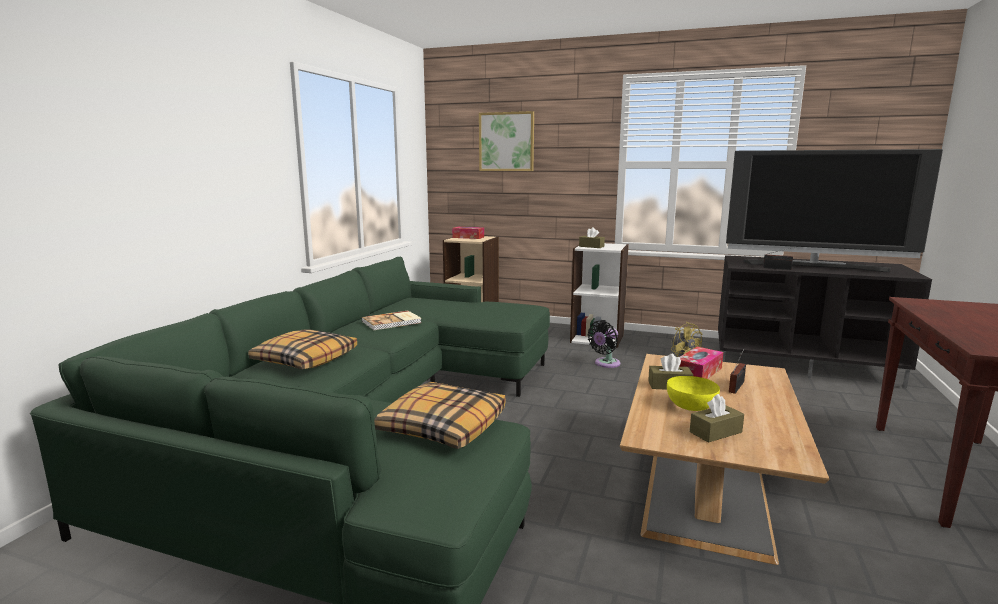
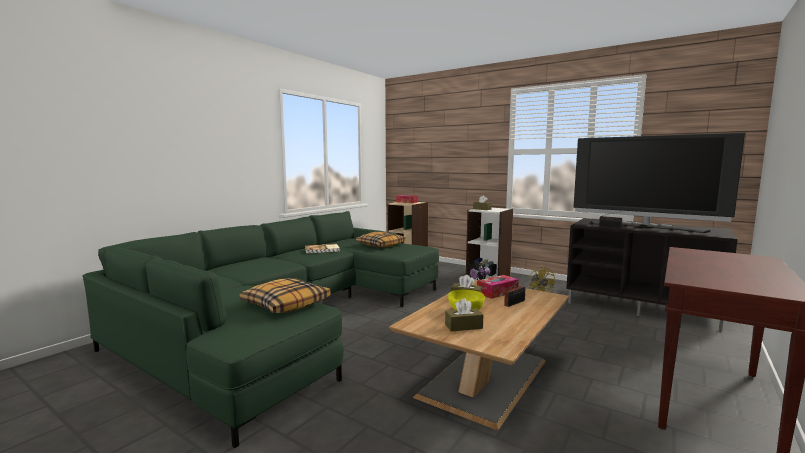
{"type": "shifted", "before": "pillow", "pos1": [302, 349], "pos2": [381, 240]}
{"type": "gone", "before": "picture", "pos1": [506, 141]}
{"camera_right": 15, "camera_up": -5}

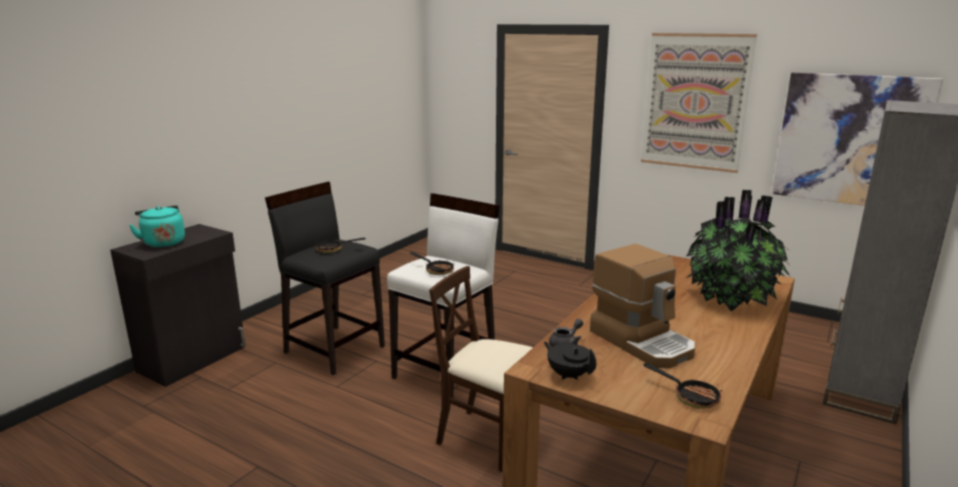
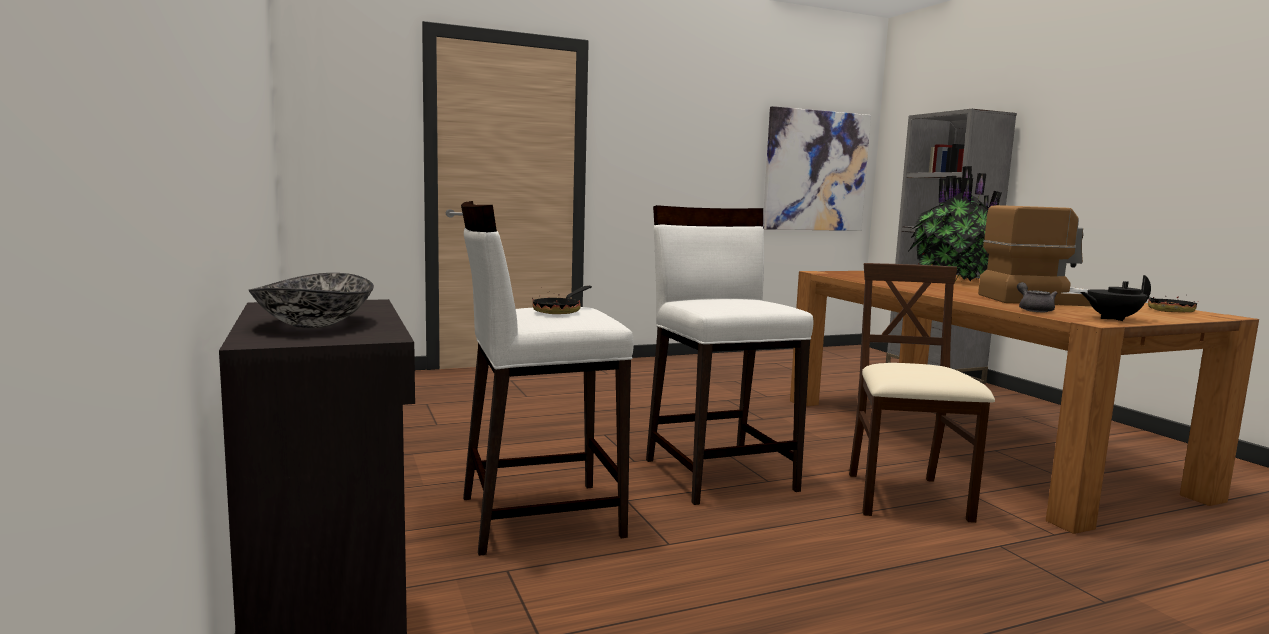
{"type": "swapped", "before": "turquoise water kettle", "after": "serving bowl", "pos1": [157, 226], "pos2": [311, 300]}
{"type": "repainted", "before": "black stool seat", "after": "white-coloured stool seat", "pos1": [325, 278], "pos2": [547, 378]}
{"type": "rotated", "before": "beige-coloured upright chair", "pos1": [481, 369], "pos2": [922, 393], "turn": 120}
{"type": "gone", "before": "pan", "pos1": [432, 263]}
{"type": "gone", "before": "picture", "pos1": [699, 103]}
{"camera_right": -55, "camera_up": -10}

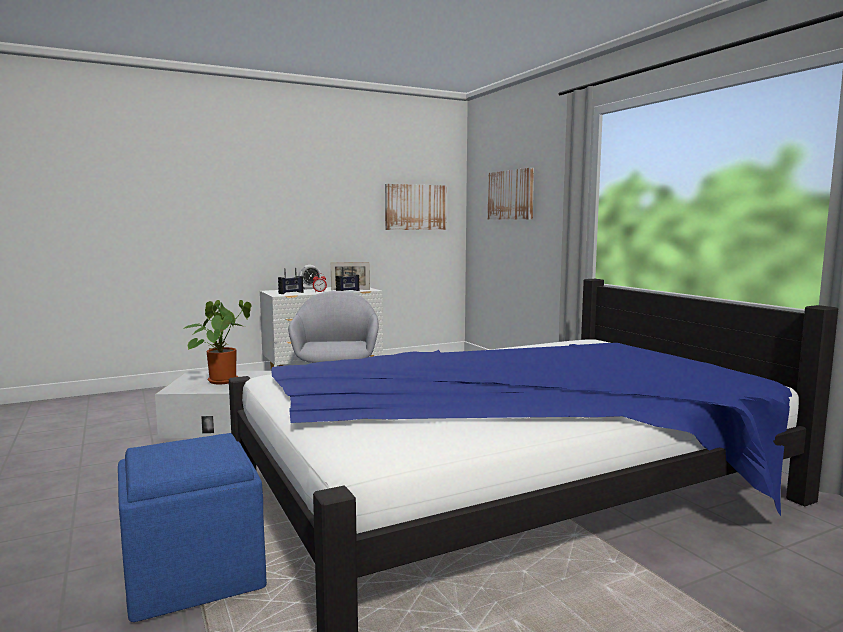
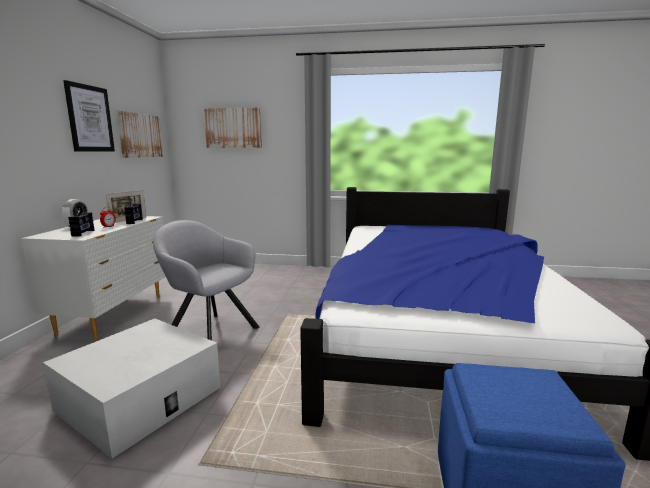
{"type": "new", "after": "picture", "pos2": [89, 116]}
{"type": "gone", "before": "houseplant", "pos1": [217, 342]}
{"camera_right": -55, "camera_up": 5}

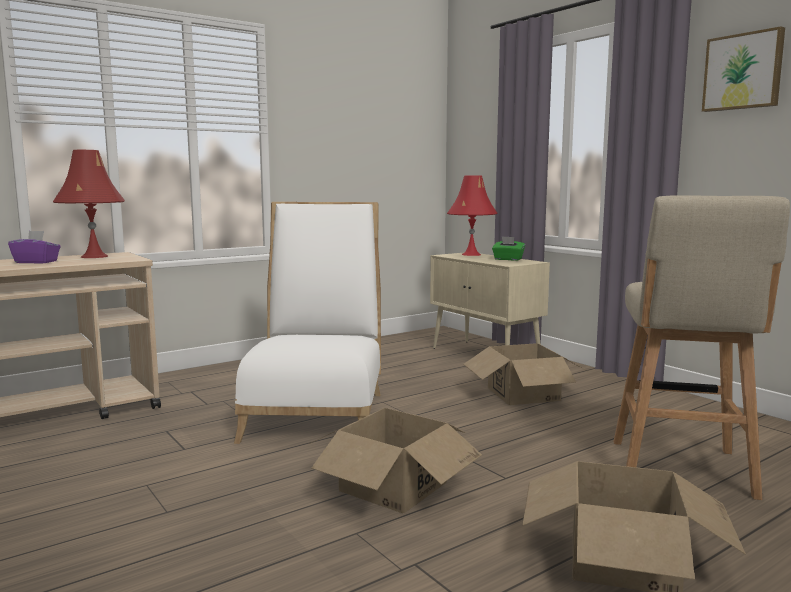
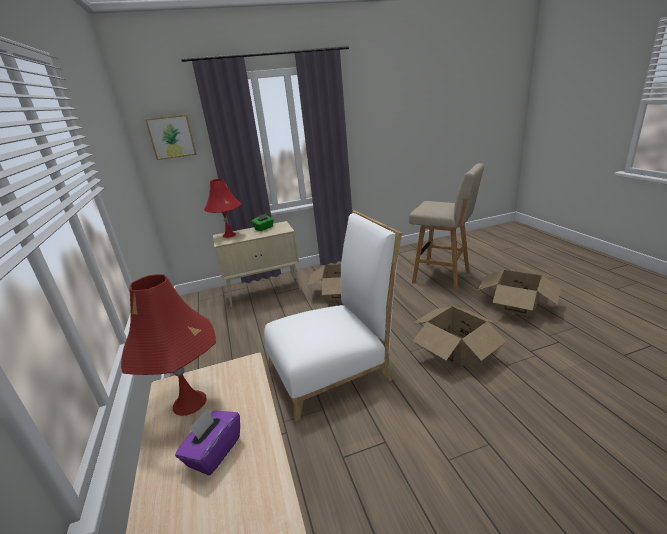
{"type": "shifted", "before": "picture", "pos1": [743, 69], "pos2": [171, 137]}
{"type": "rotated", "before": "white-coloured upright chair", "pos1": [307, 323], "pos2": [333, 316], "turn": 135}
{"camera_right": -70, "camera_up": 15}

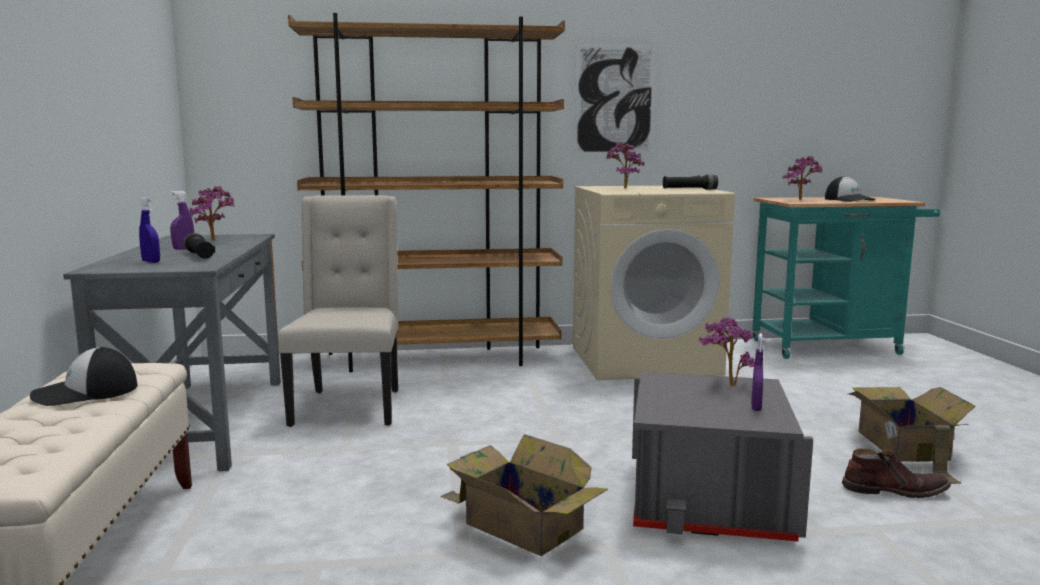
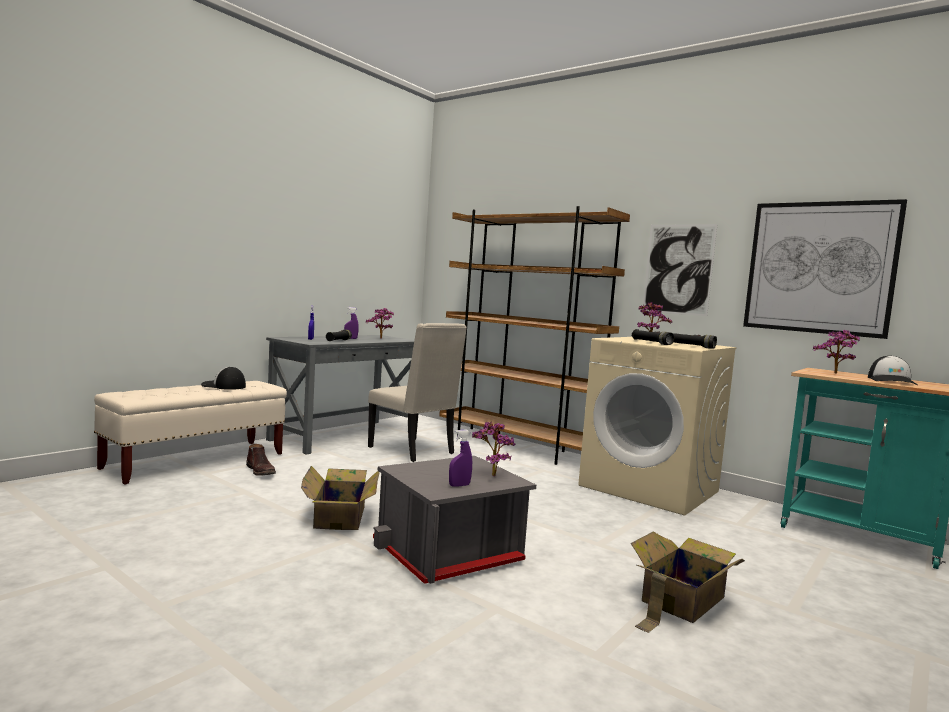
{"type": "shifted", "before": "brown boot", "pos1": [896, 473], "pos2": [261, 460]}
{"type": "rotated", "before": "beige-coloured upright chair", "pos1": [338, 311], "pos2": [417, 392], "turn": 90}
{"type": "new", "after": "black torch", "pos2": [653, 337]}
{"type": "new", "after": "picture", "pos2": [825, 269]}
{"camera_right": 45, "camera_up": -5}

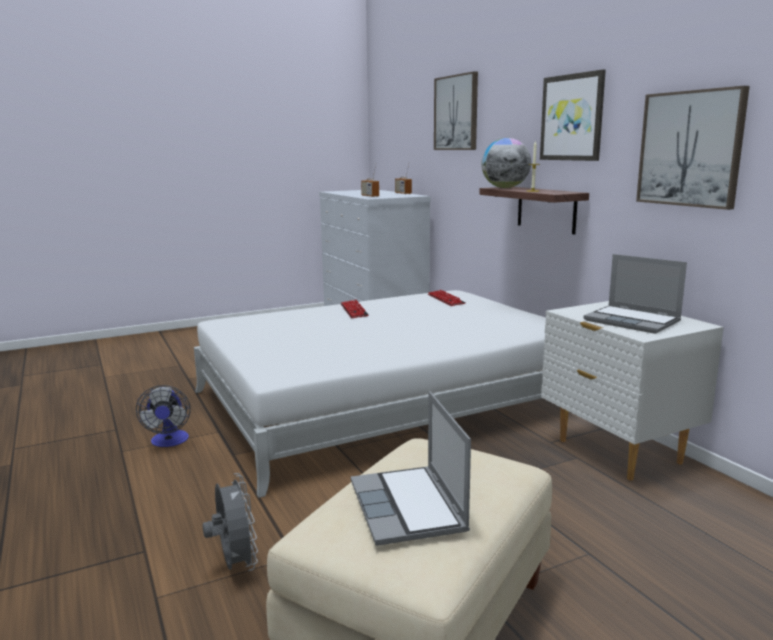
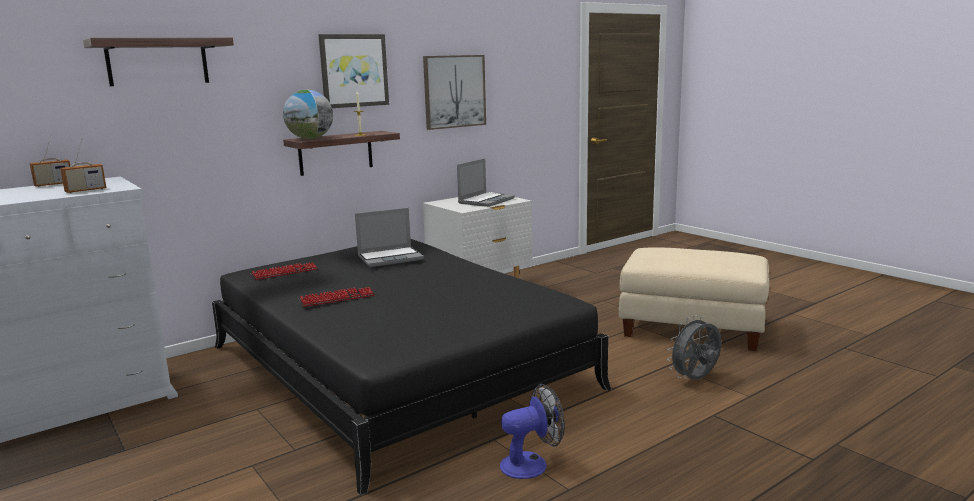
{"type": "swapped", "before": "picture", "after": "bracket shelf", "pos1": [456, 110], "pos2": [158, 62]}
{"type": "repainted", "before": "white-coloured sleeping bed", "after": "black sleeping bed", "pos1": [370, 394], "pos2": [411, 367]}
{"type": "shifted", "before": "portable computer", "pos1": [411, 468], "pos2": [389, 237]}
{"camera_right": -100, "camera_up": 0}

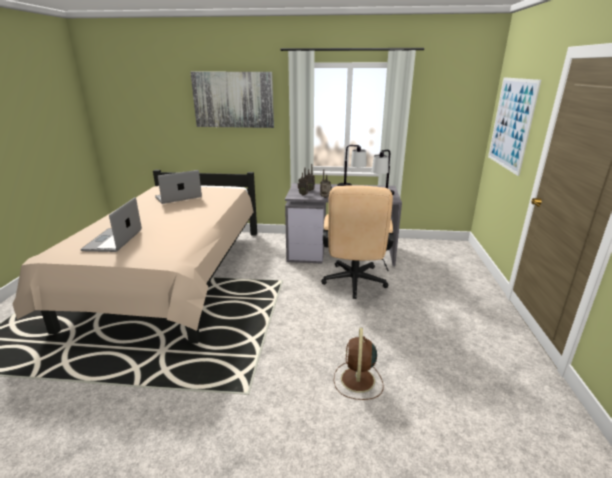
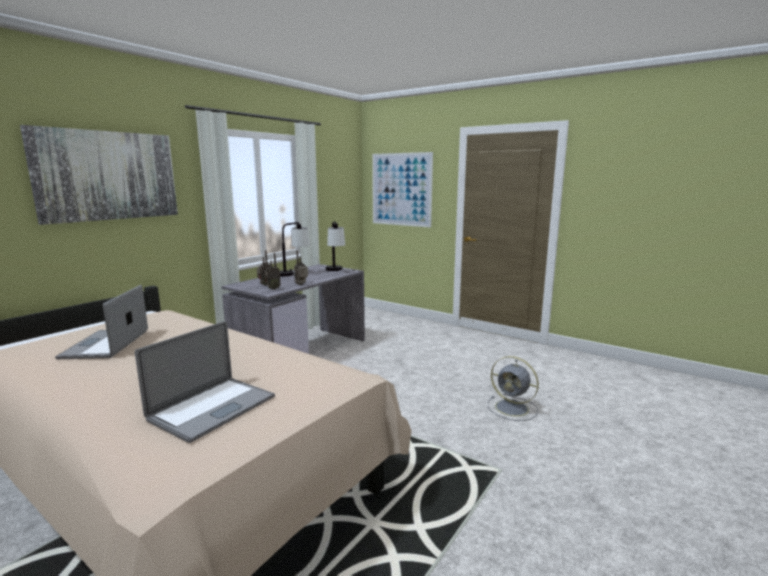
{"type": "rotated", "before": "portable computer", "pos1": [111, 224], "pos2": [205, 382], "turn": -90}
{"type": "repainted", "before": "brown electric fan", "after": "greyish electric fan", "pos1": [359, 364], "pos2": [513, 388]}
{"type": "gone", "before": "beige-coloured office chair", "pos1": [357, 242]}
{"camera_right": -60, "camera_up": -10}

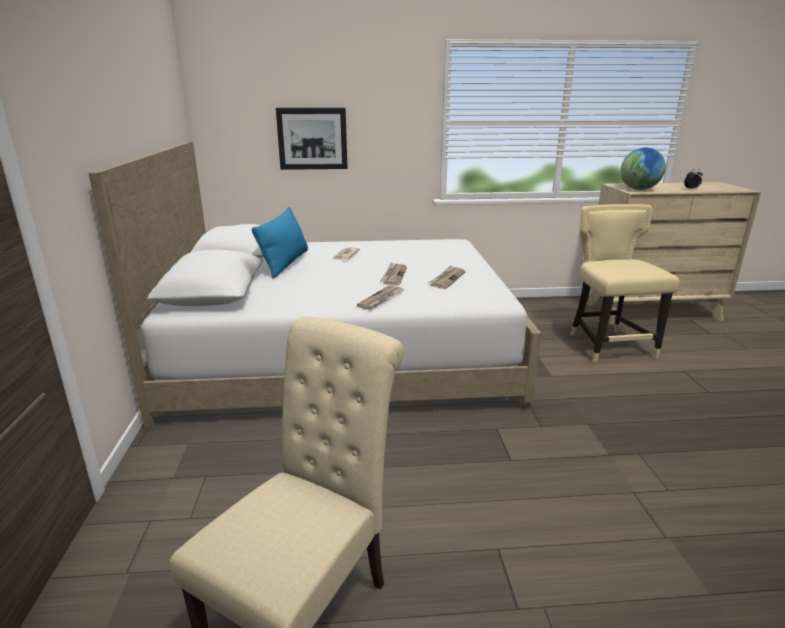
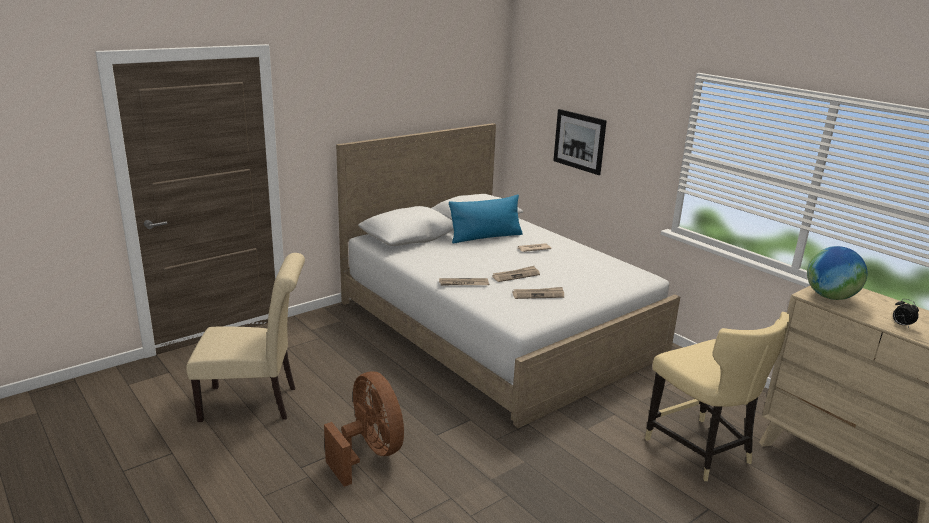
{"type": "new", "after": "brown electric fan", "pos2": [364, 429]}
{"type": "rotated", "before": "beige-coloured upright chair", "pos1": [624, 283], "pos2": [717, 396], "turn": 105}
{"camera_right": 55, "camera_up": 0}

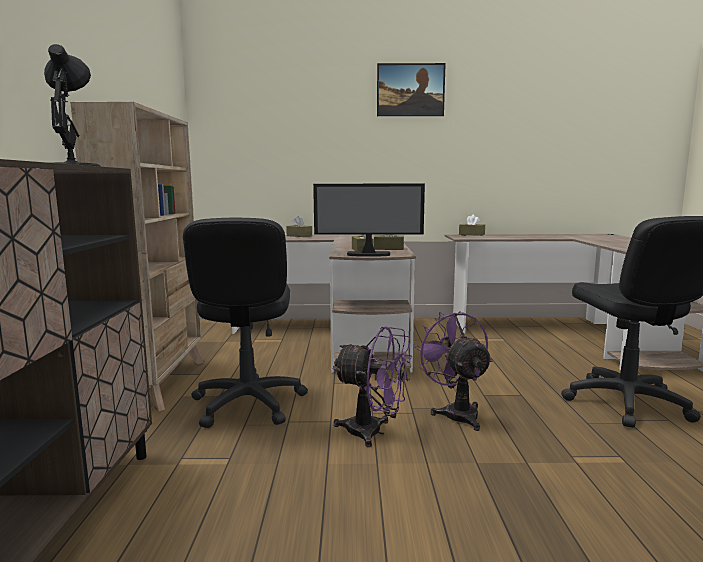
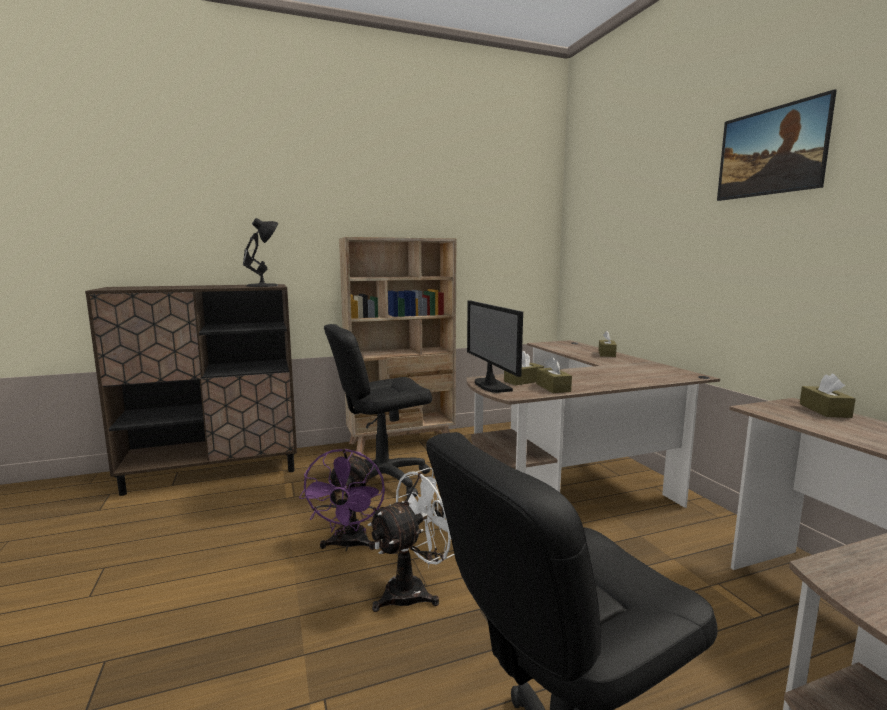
{"type": "repainted", "before": "purple electric fan", "after": "white-coloured electric fan", "pos1": [453, 371], "pos2": [411, 539]}
{"camera_right": 70, "camera_up": 0}

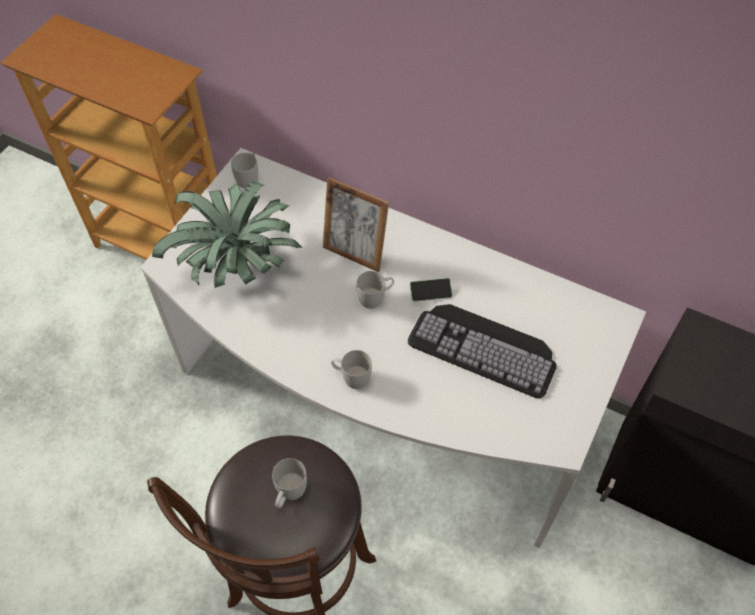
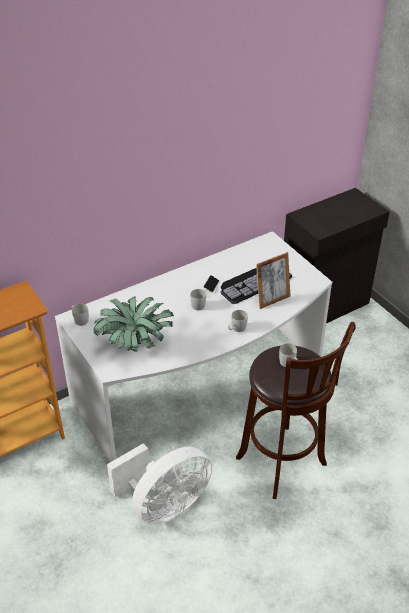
{"type": "new", "after": "white-coloured electric fan", "pos2": [159, 483]}
{"type": "shifted", "before": "picture frame", "pos1": [356, 224], "pos2": [273, 280]}
{"camera_right": -60, "camera_up": -15}

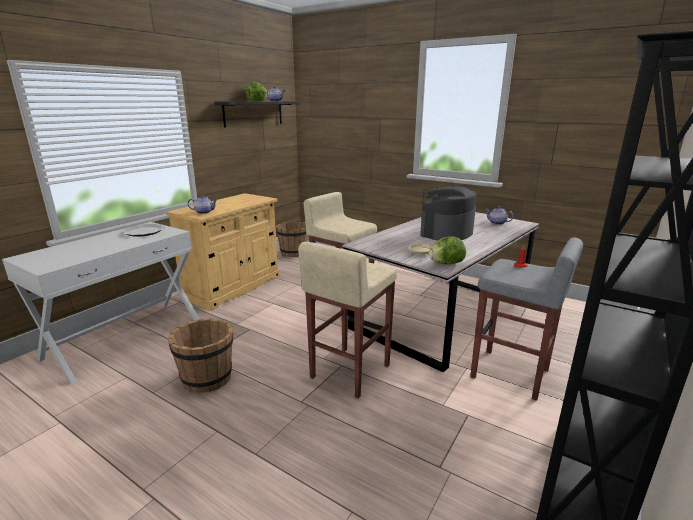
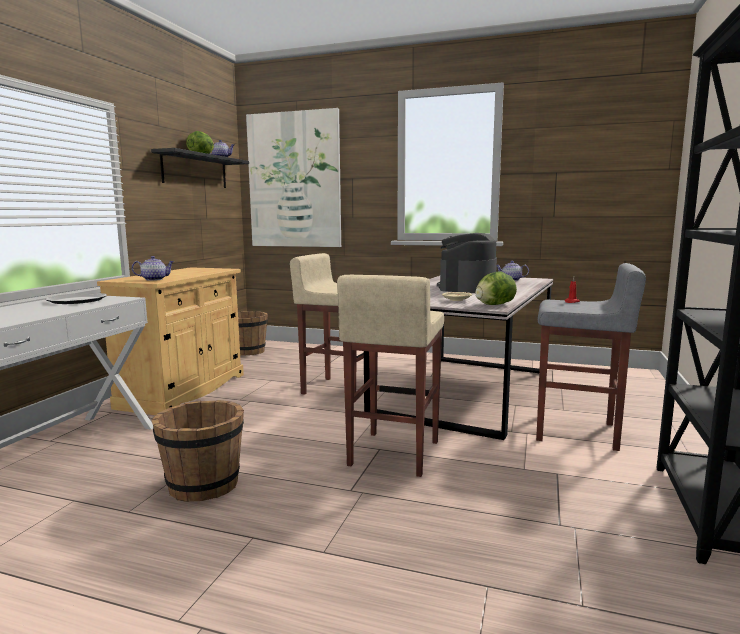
{"type": "new", "after": "picture", "pos2": [293, 177]}
{"camera_right": -15, "camera_up": -10}

